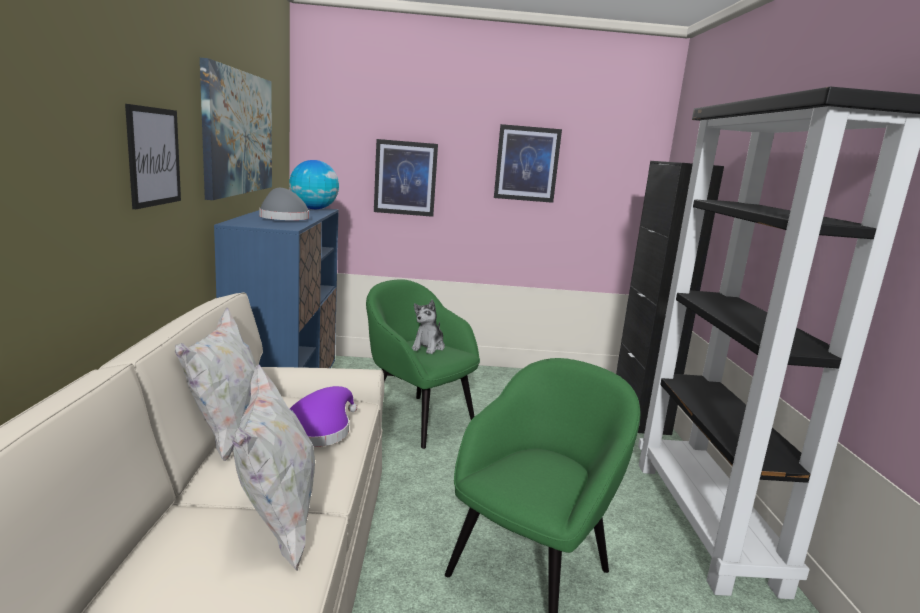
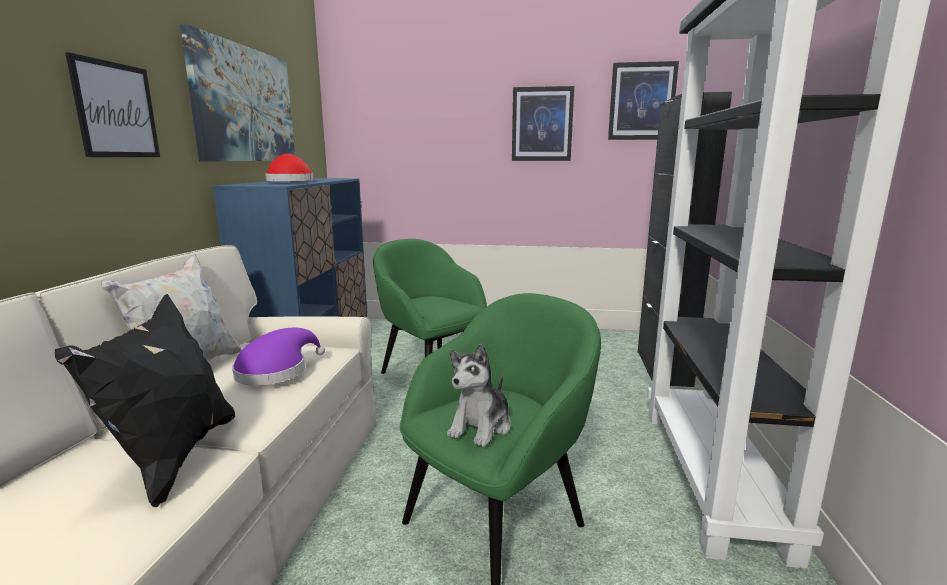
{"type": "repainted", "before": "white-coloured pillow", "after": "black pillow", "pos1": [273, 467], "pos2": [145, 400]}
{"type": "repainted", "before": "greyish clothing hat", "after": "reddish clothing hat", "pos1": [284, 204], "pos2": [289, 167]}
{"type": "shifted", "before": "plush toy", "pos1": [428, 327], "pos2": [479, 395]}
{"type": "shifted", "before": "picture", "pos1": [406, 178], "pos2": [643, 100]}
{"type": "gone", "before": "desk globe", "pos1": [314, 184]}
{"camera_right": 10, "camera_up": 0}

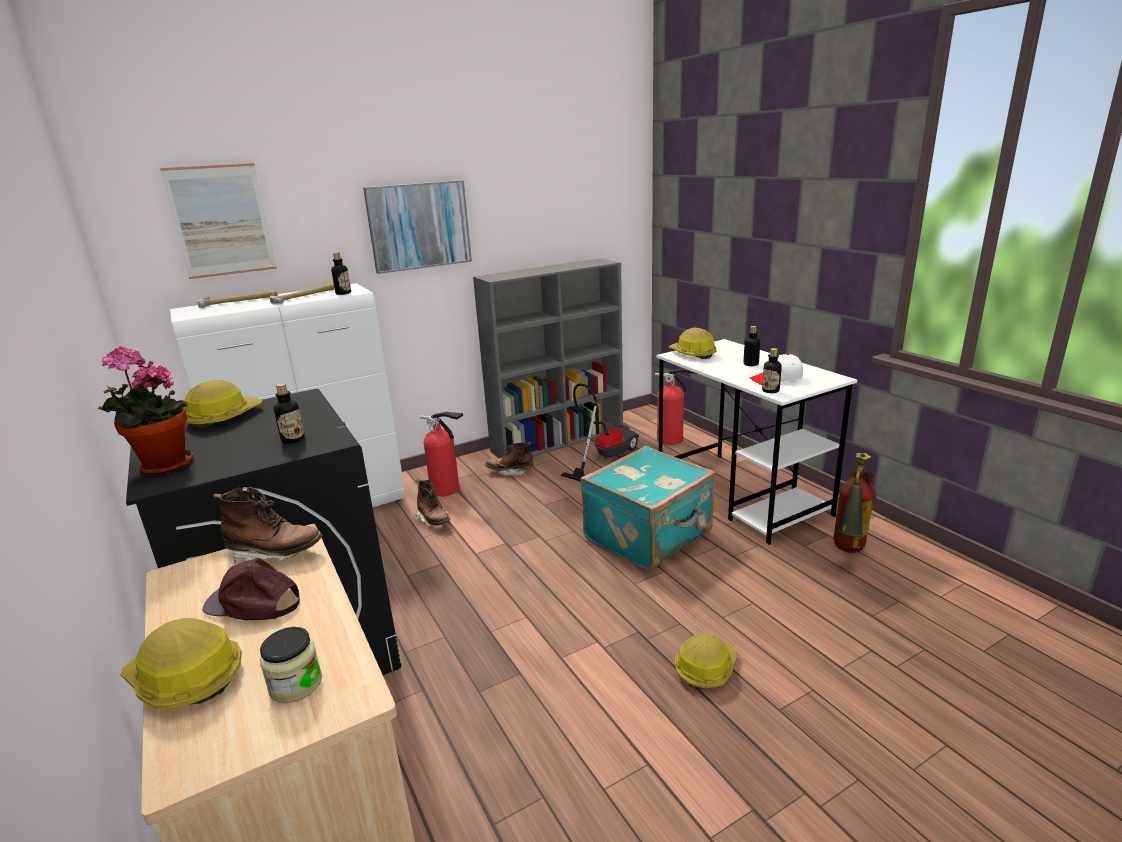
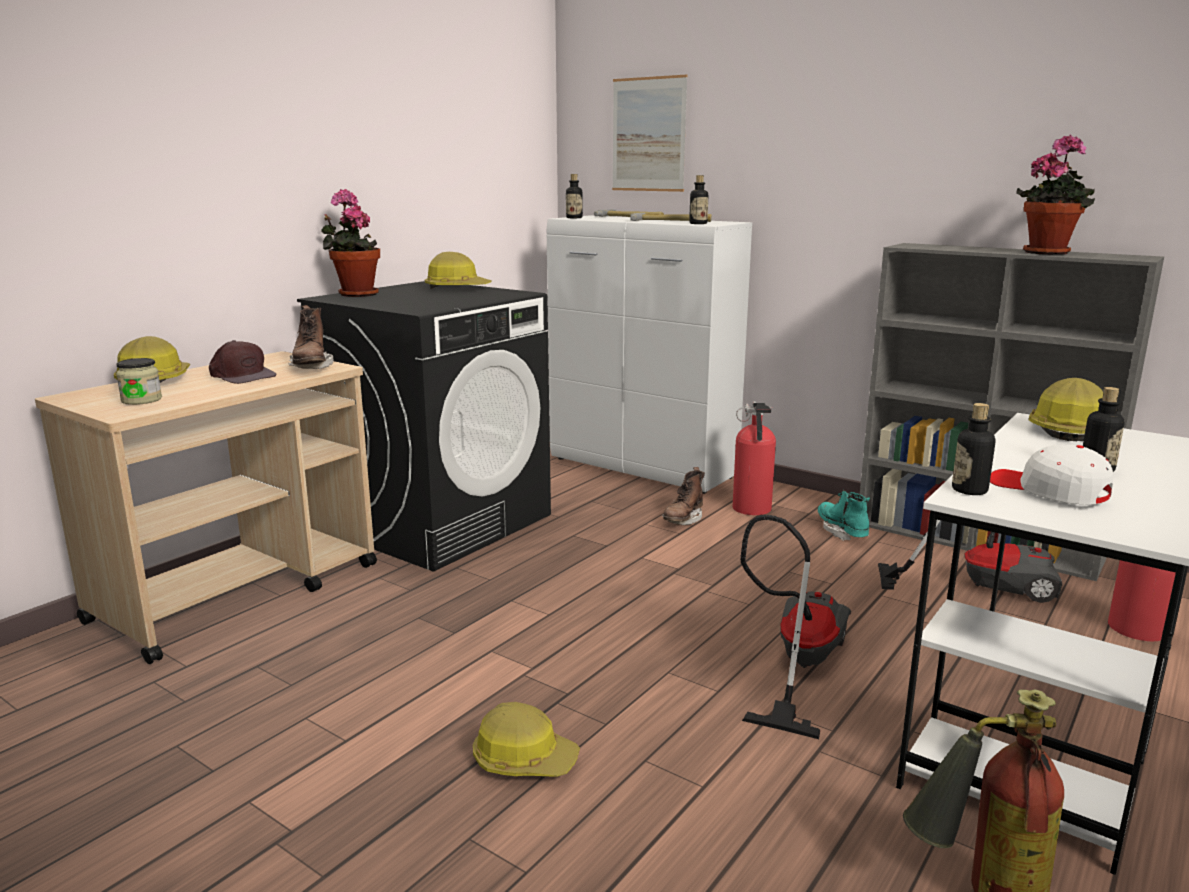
{"type": "rotated", "before": "brown baseball cap", "pos1": [251, 589], "pos2": [243, 362], "turn": 135}
{"type": "shifted", "before": "drink bottle", "pos1": [289, 413], "pos2": [574, 196]}
{"type": "swapped", "before": "turquoise piece of luggage", "after": "vacuum cleaner", "pos1": [648, 508], "pos2": [795, 627]}
{"type": "repainted", "before": "brown boot", "after": "turquoise boot", "pos1": [509, 458], "pos2": [844, 515]}
{"type": "new", "after": "houseplant", "pos2": [1055, 194]}
{"type": "gone", "before": "picture", "pos1": [417, 227]}
{"camera_right": 65, "camera_up": -5}

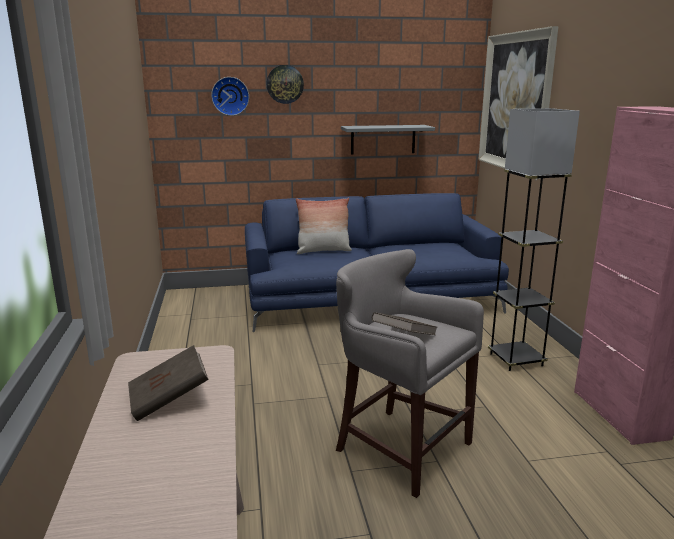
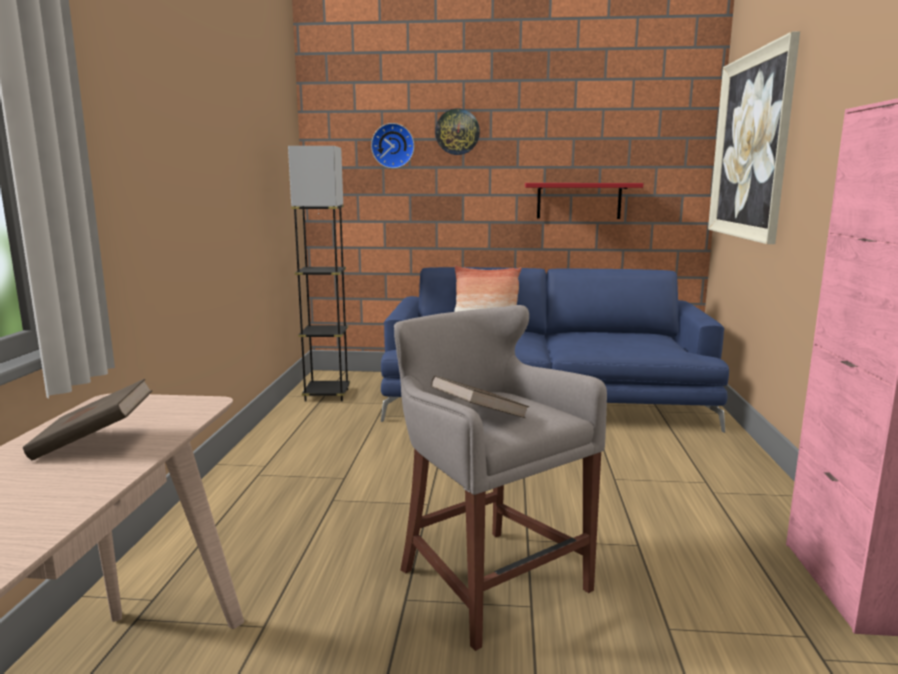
{"type": "shifted", "before": "greyish floor lamp", "pos1": [534, 239], "pos2": [319, 274]}
{"type": "repainted", "before": "greyish bracket shelf", "after": "reddish bracket shelf", "pos1": [388, 140], "pos2": [584, 201]}
{"camera_right": 15, "camera_up": -5}

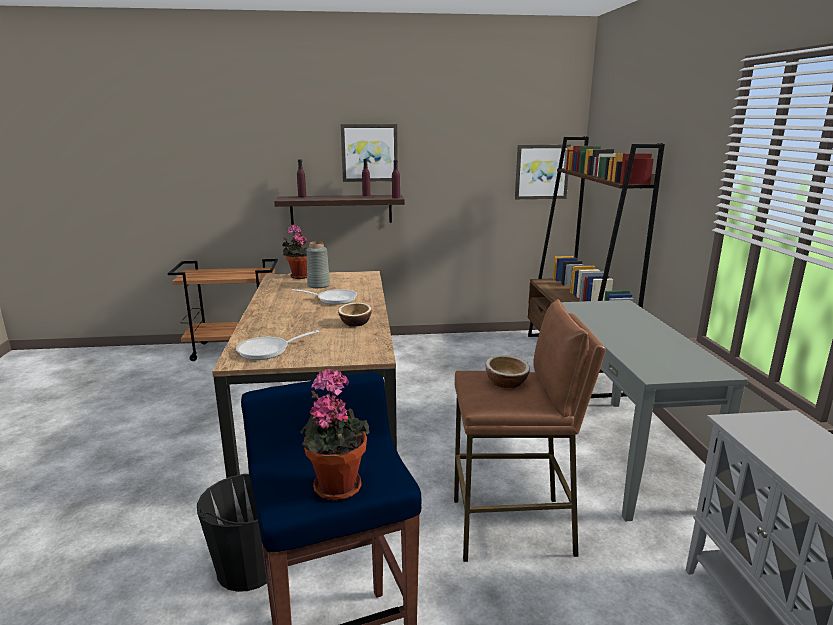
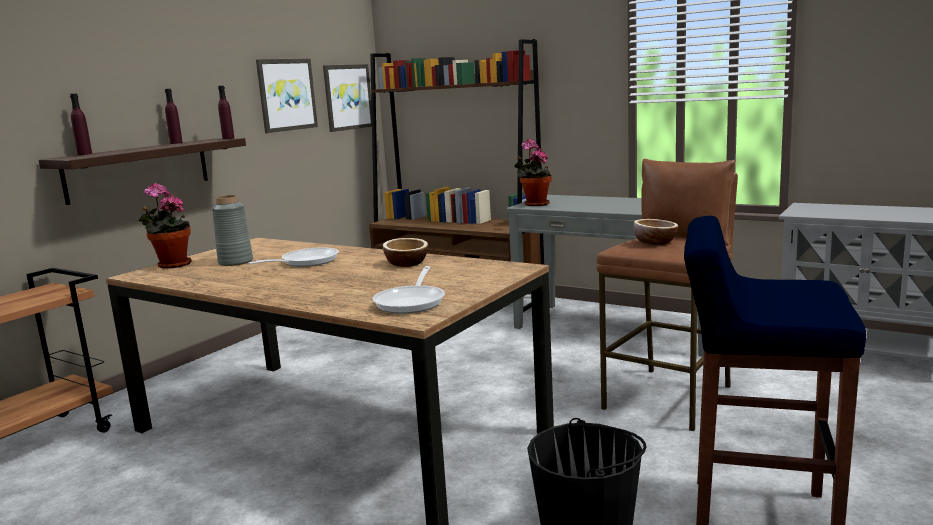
{"type": "shifted", "before": "picture", "pos1": [369, 153], "pos2": [287, 96]}
{"type": "shifted", "before": "houseplant", "pos1": [334, 435], "pos2": [533, 172]}
{"camera_right": -50, "camera_up": -5}

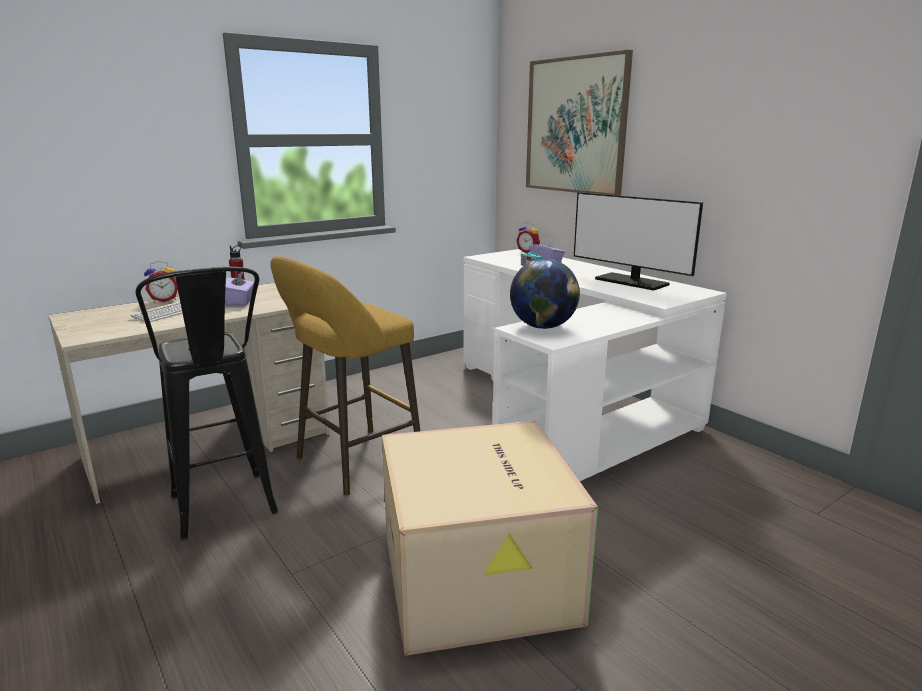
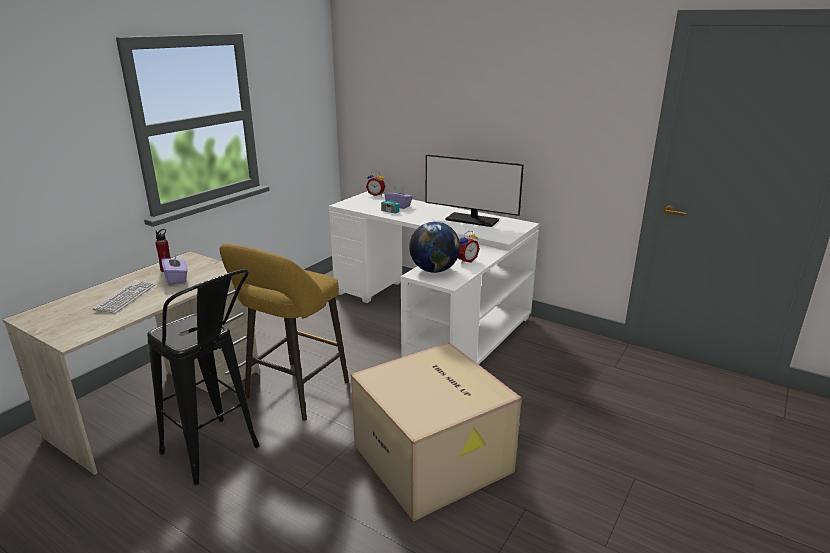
{"type": "shifted", "before": "table clock", "pos1": [161, 281], "pos2": [469, 247]}
{"type": "gone", "before": "picture", "pos1": [579, 123]}
{"camera_right": -20, "camera_up": 5}

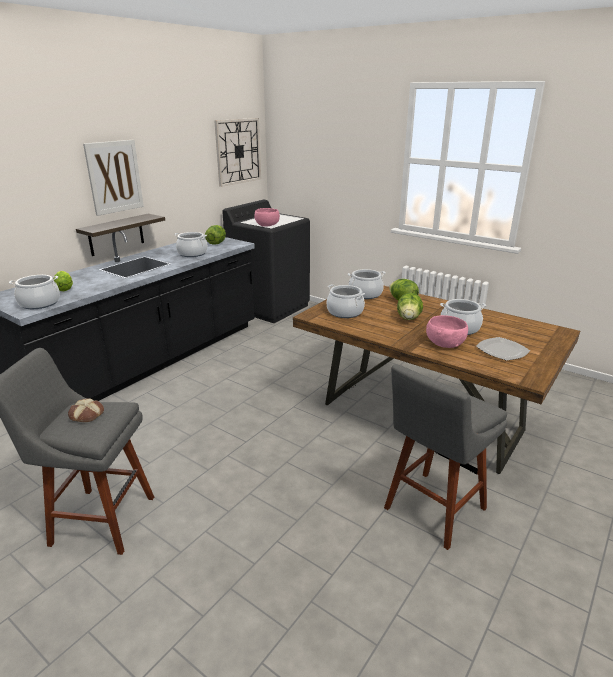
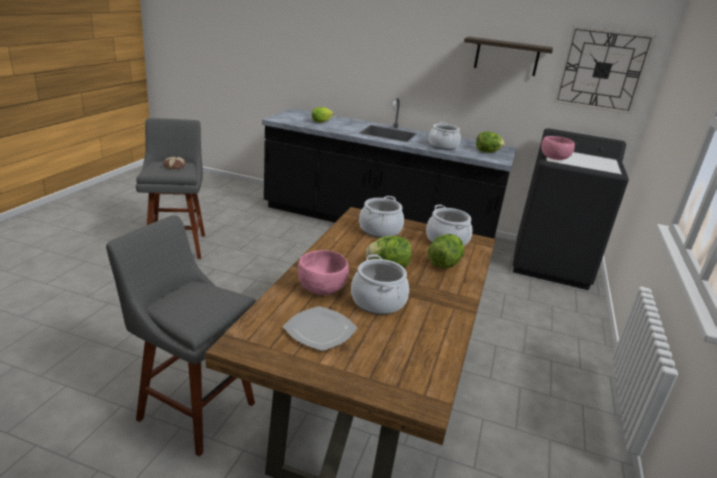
{"type": "shifted", "before": "bracket shelf", "pos1": [120, 235], "pos2": [508, 56]}
{"type": "gone", "before": "saucepot", "pos1": [34, 292]}
{"type": "gone", "before": "picture", "pos1": [113, 178]}
{"camera_right": 70, "camera_up": 0}

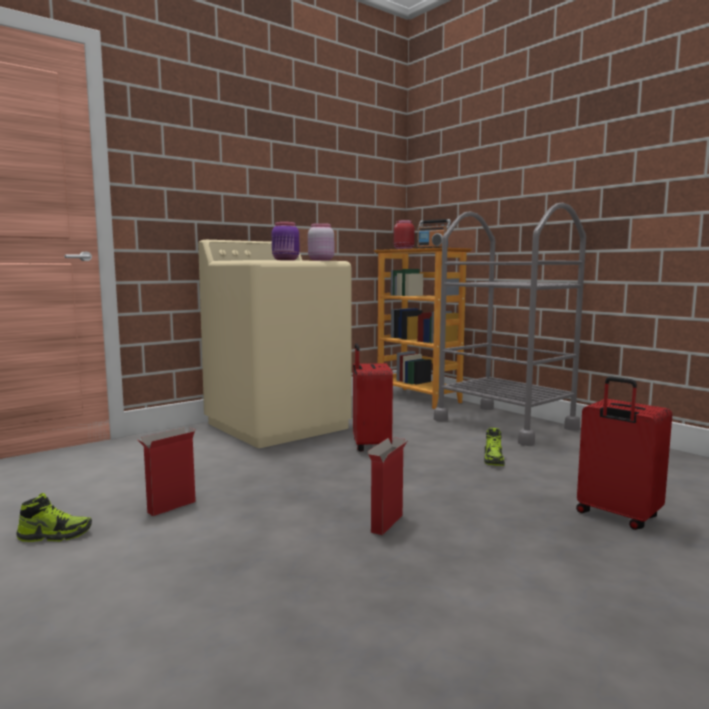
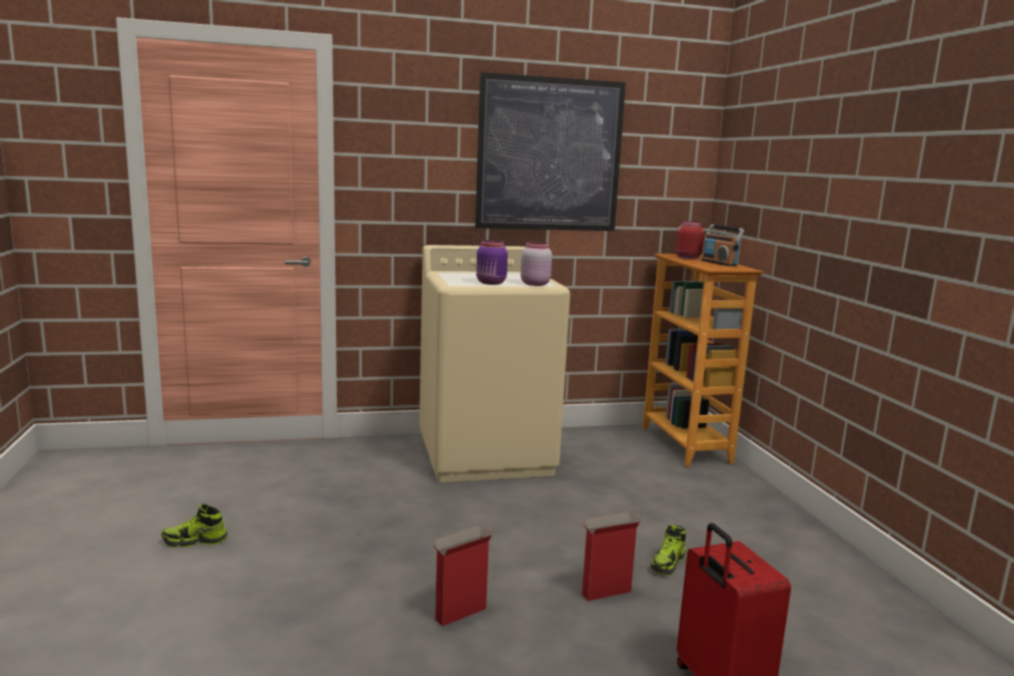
{"type": "rotated", "before": "shoe", "pos1": [54, 517], "pos2": [194, 526], "turn": 150}
{"type": "new", "after": "picture", "pos2": [550, 151]}
{"type": "shifted", "before": "packing box", "pos1": [167, 471], "pos2": [611, 556]}
{"type": "gone", "before": "reddish piece of luggage", "pos1": [373, 397]}
{"type": "gone", "before": "greyish cart", "pos1": [510, 324]}
{"camera_right": 25, "camera_up": 5}

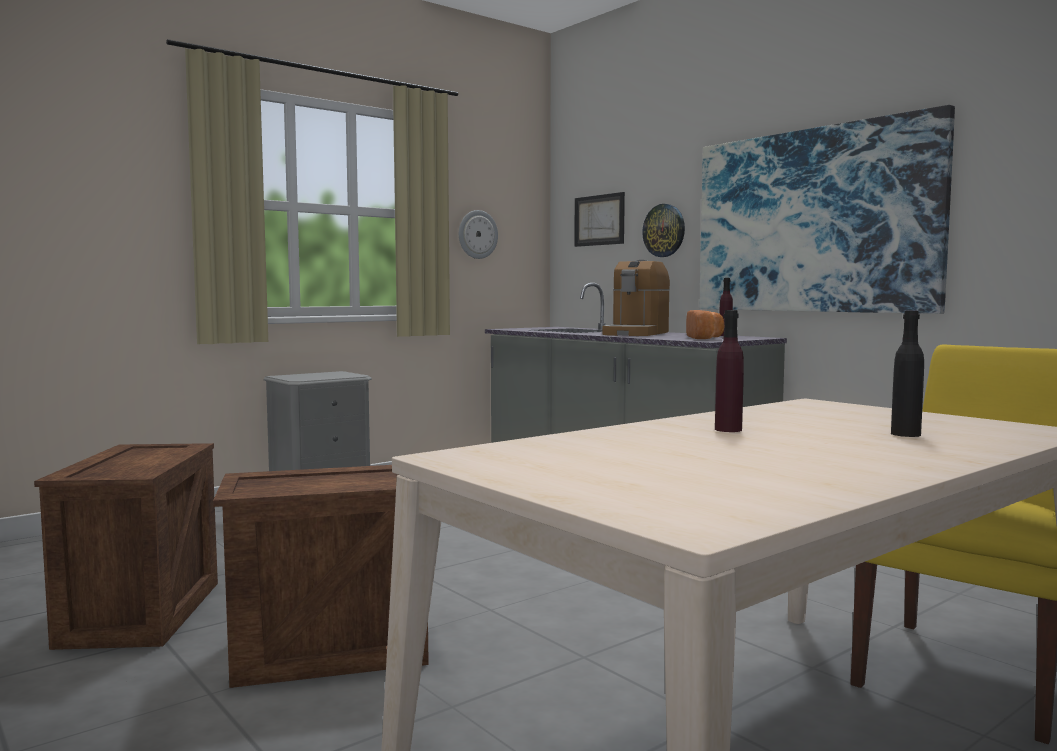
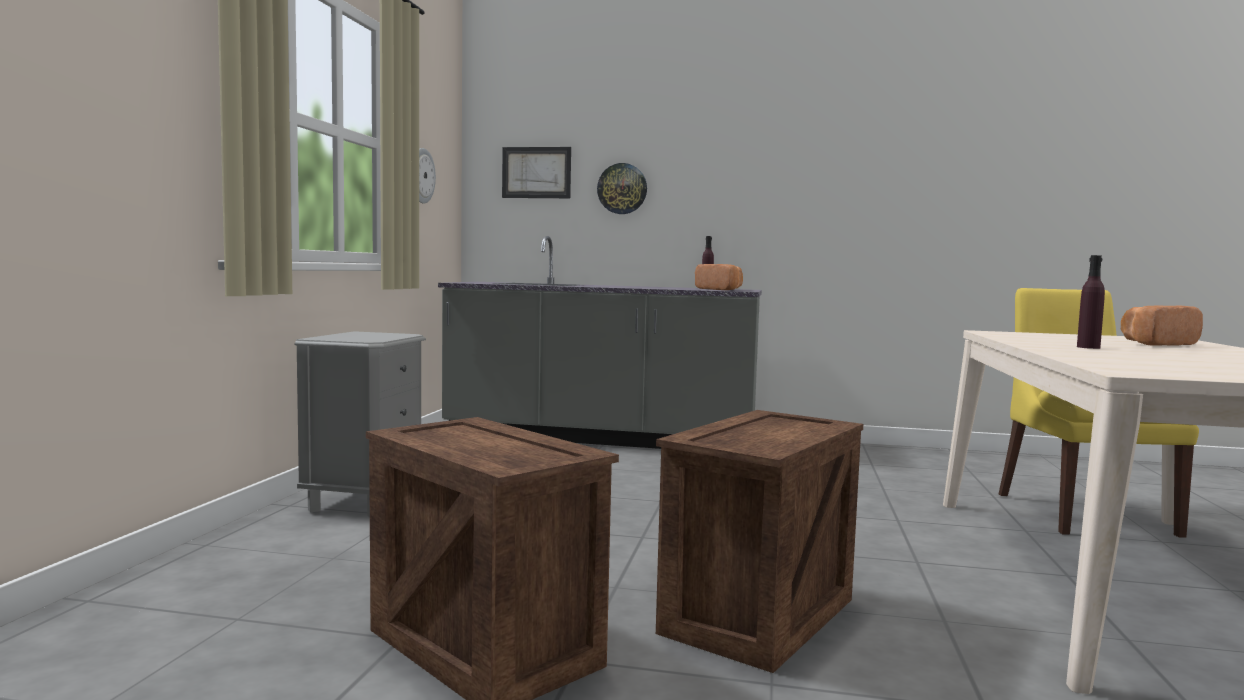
{"type": "swapped", "before": "black drink bottle", "after": "bread", "pos1": [907, 374], "pos2": [1162, 326]}
{"type": "gone", "before": "coffee maker", "pos1": [636, 298]}
{"type": "gone", "before": "picture", "pos1": [827, 209]}
{"camera_right": -40, "camera_up": 0}

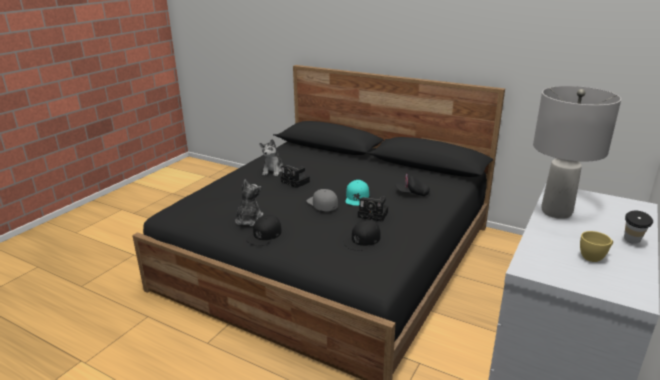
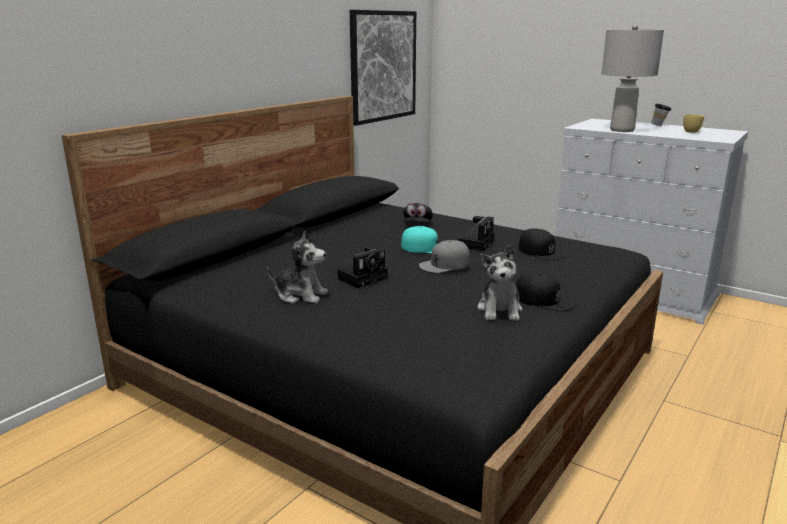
{"type": "new", "after": "picture", "pos2": [383, 68]}
{"type": "rotated", "before": "plush toy", "pos1": [249, 203], "pos2": [500, 283], "turn": -105}
{"camera_right": -85, "camera_up": -5}

